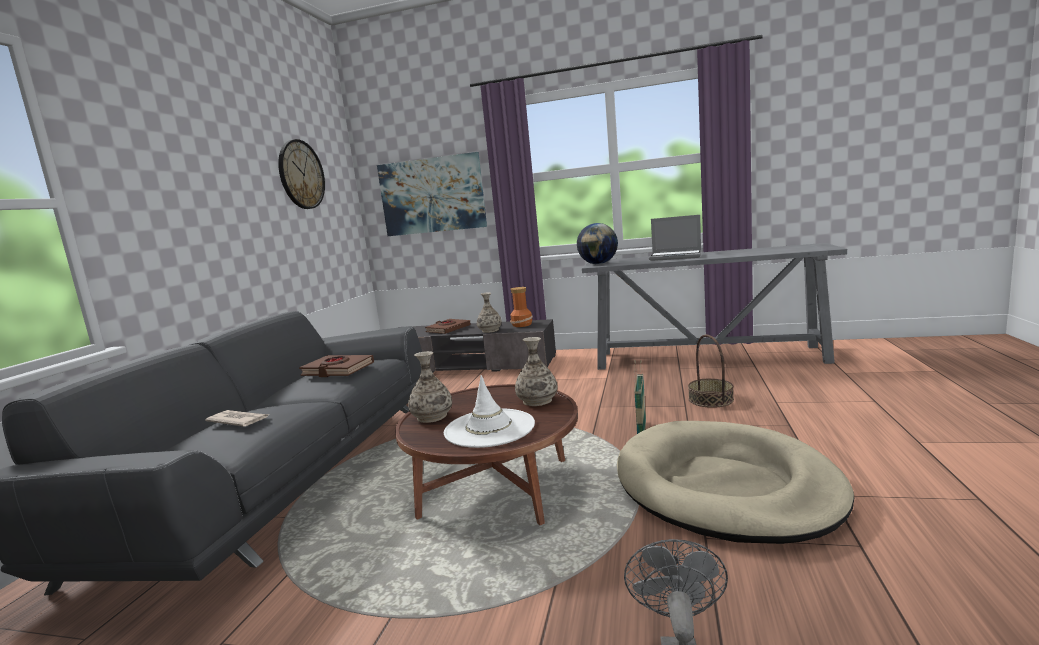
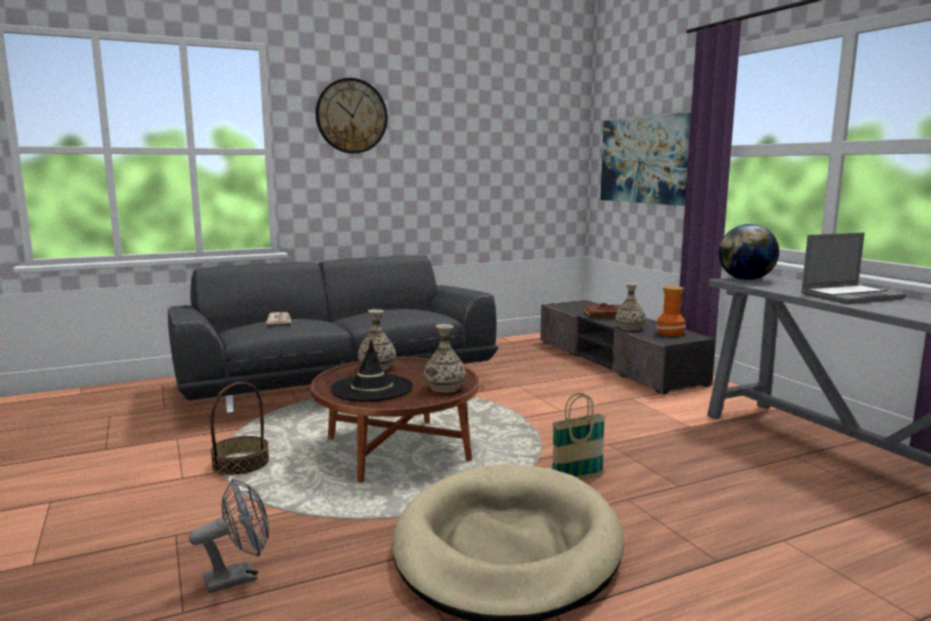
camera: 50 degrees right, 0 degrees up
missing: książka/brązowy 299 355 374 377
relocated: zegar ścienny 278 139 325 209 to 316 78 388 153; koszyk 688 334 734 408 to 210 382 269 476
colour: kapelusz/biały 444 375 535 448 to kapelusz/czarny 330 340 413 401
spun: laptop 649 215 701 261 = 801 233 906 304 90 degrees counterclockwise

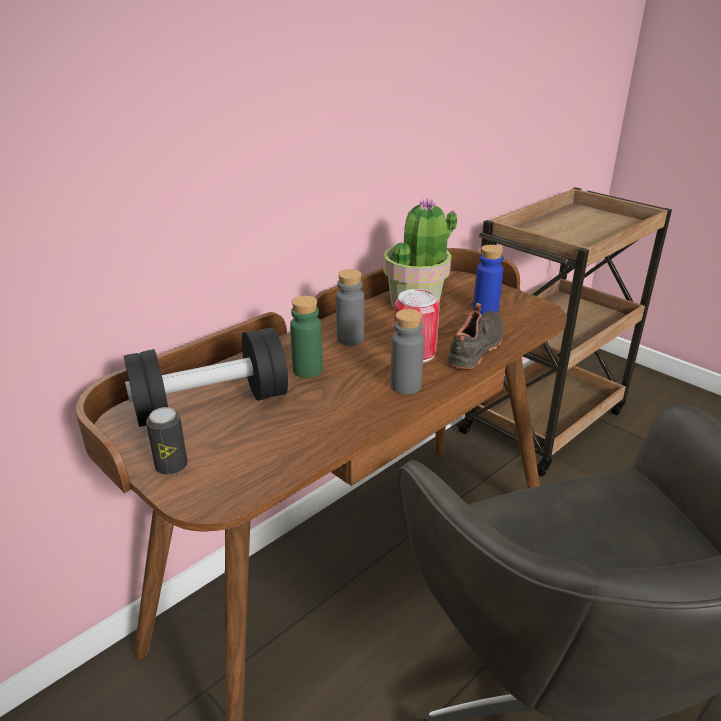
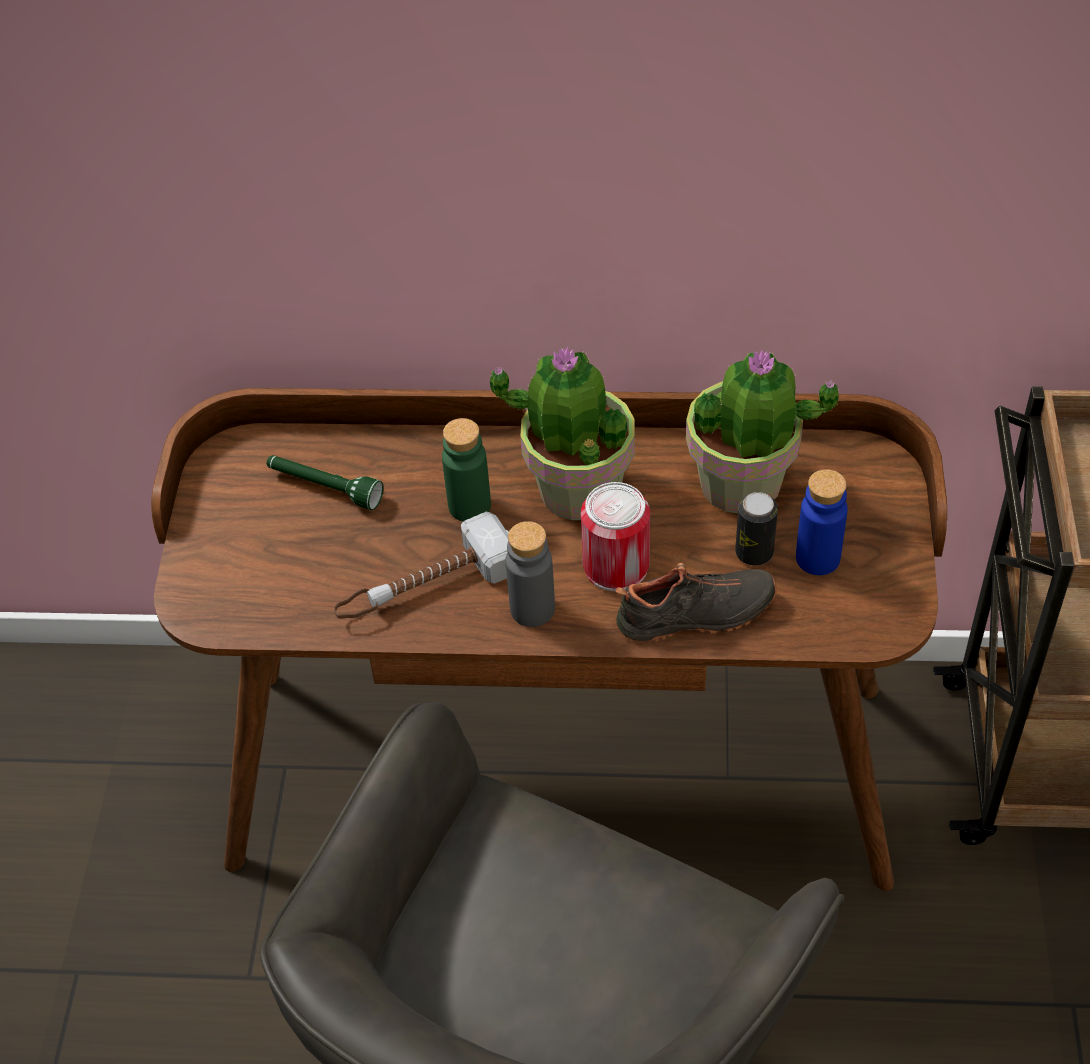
camera: 50 degrees right, 20 degrees up
appeared: młotek 334 511 509 619
relocated: puszka 146 407 188 475 to 735 492 778 566
exchanged: butelka/szary 336 269 364 346 to roślina doniczkowa 490 347 635 520; hantel/czarny 124 327 288 427 to latarka/zielony 267 455 384 510

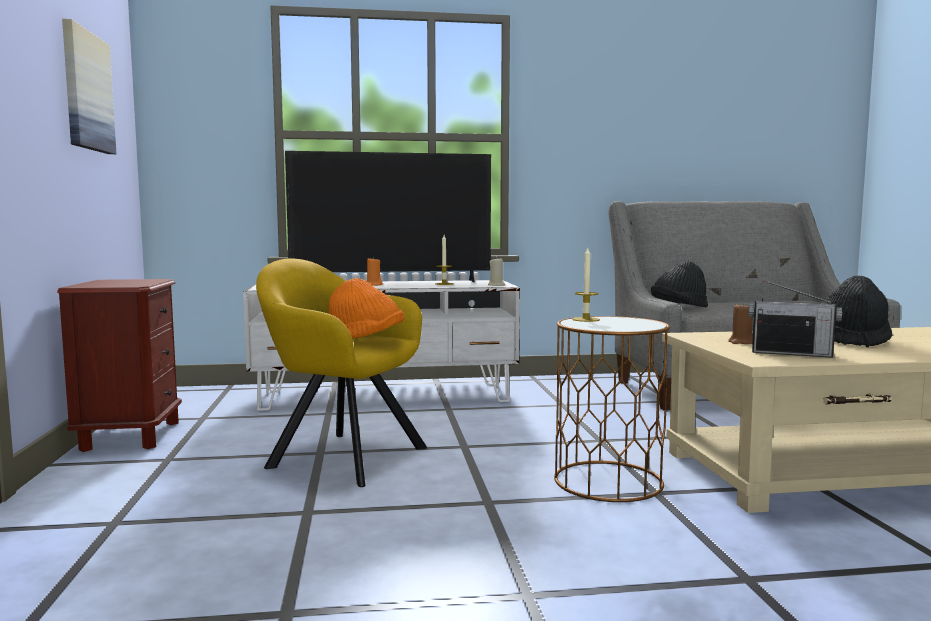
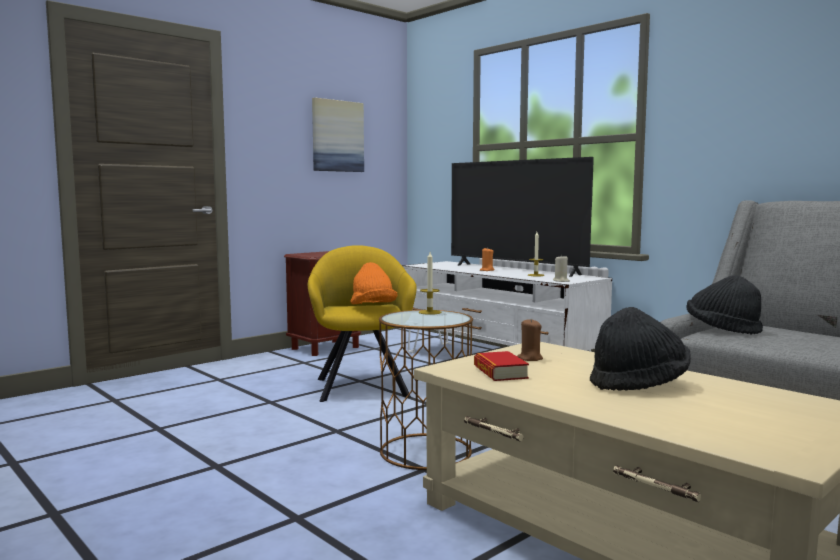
camera: 55 degrees right, 0 degrees up
exchanged: radio 748 280 842 358 to książka 474 351 529 381

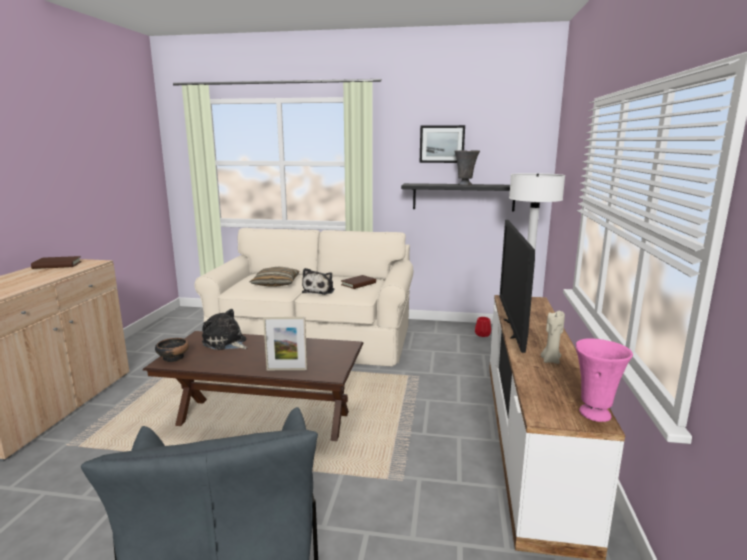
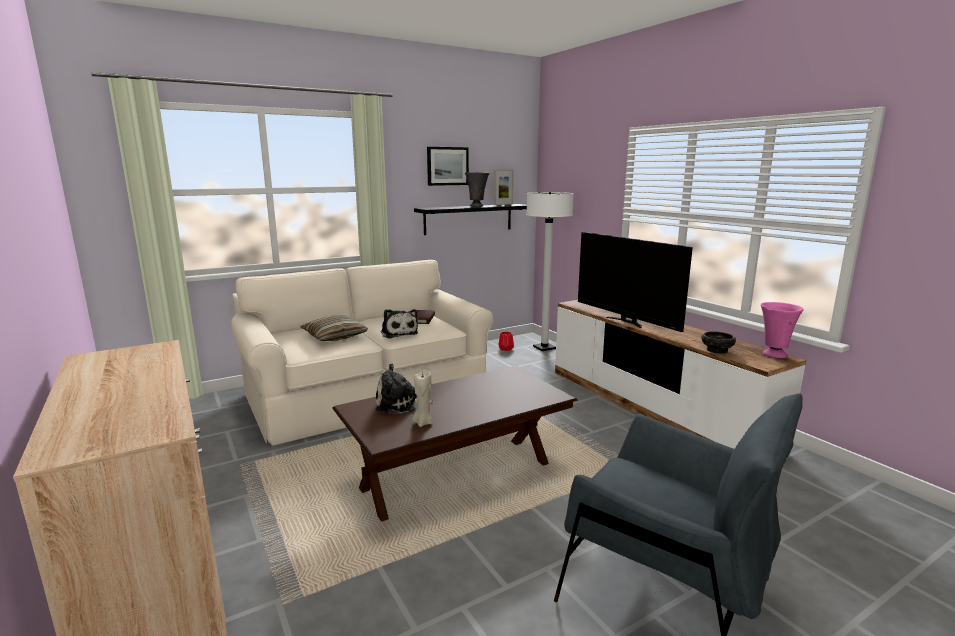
camera: 40 degrees left, 0 degrees up
missing: książka/brązowy 31 256 82 269
relocated: świeca/beżowy 541 311 565 364 to 412 370 433 427; ramka na zdjęcie 263 317 307 370 to 494 170 513 205; miska 155 338 189 362 to 701 331 736 354

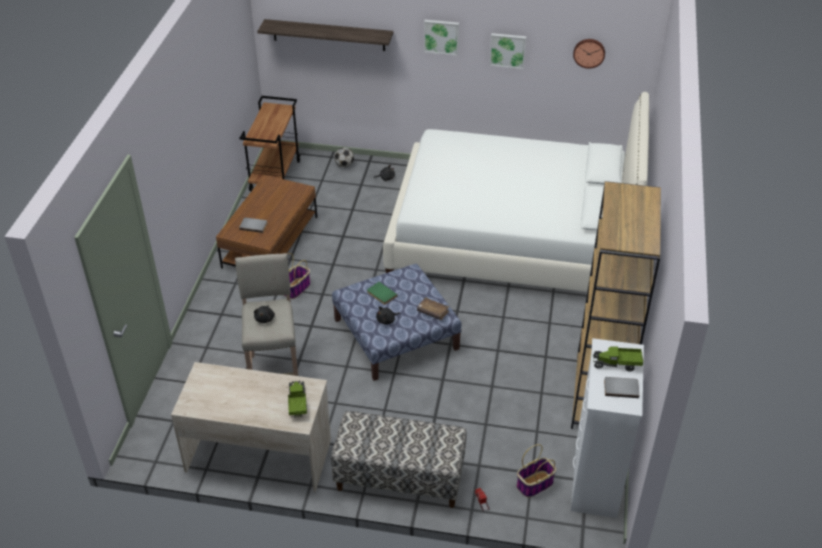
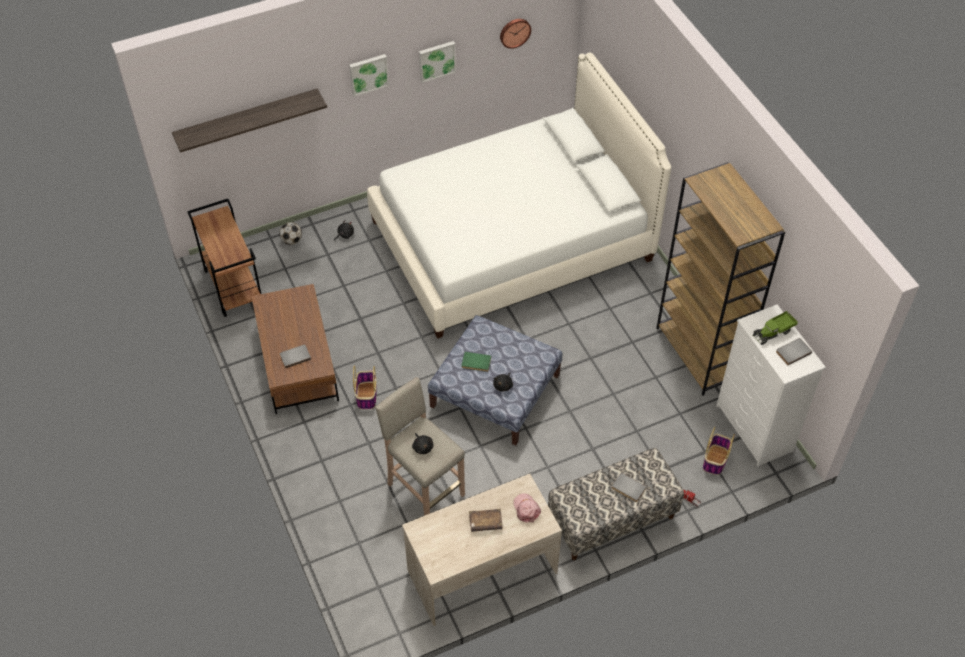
camera: 35 degrees left, 10 degrees up
appeared: książka/szary 612 472 647 502
relocated: książka/brązowy 417 297 449 320 to 469 509 503 532
exchanged: ciężarówka zabawkowa 288 381 307 418 to czapka z daszkiem/różowy 513 493 541 523

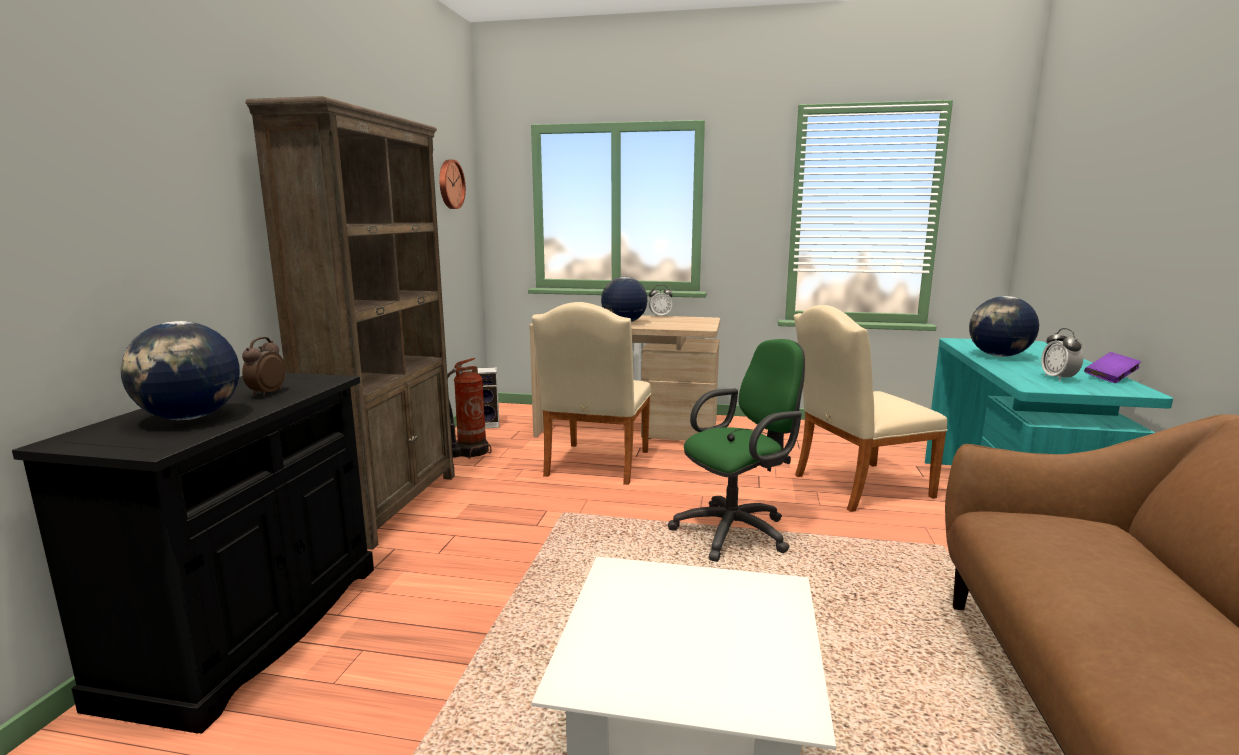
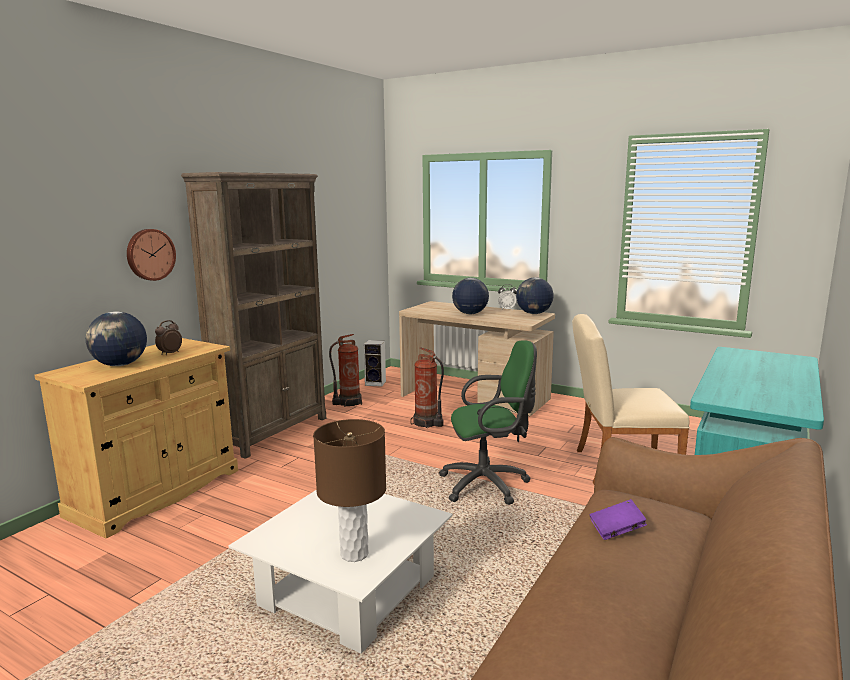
camera: 20 degrees right, 0 degrees up
missing: budzik 1041 328 1083 381
appeared: lampa stołowa/brązowy 313 419 386 562
relocated: zegar ścienny 439 160 466 209 to 127 229 176 281; globus 969 296 1039 357 to 516 277 554 314; książka/fioletowy 1084 352 1142 383 to 589 499 647 540
exchanged: krzesło/beżowy 532 302 651 485 to gaśnica 410 348 444 428
colour: szafka/czarny 12 373 374 734 to szafka/beżowy 34 338 238 539

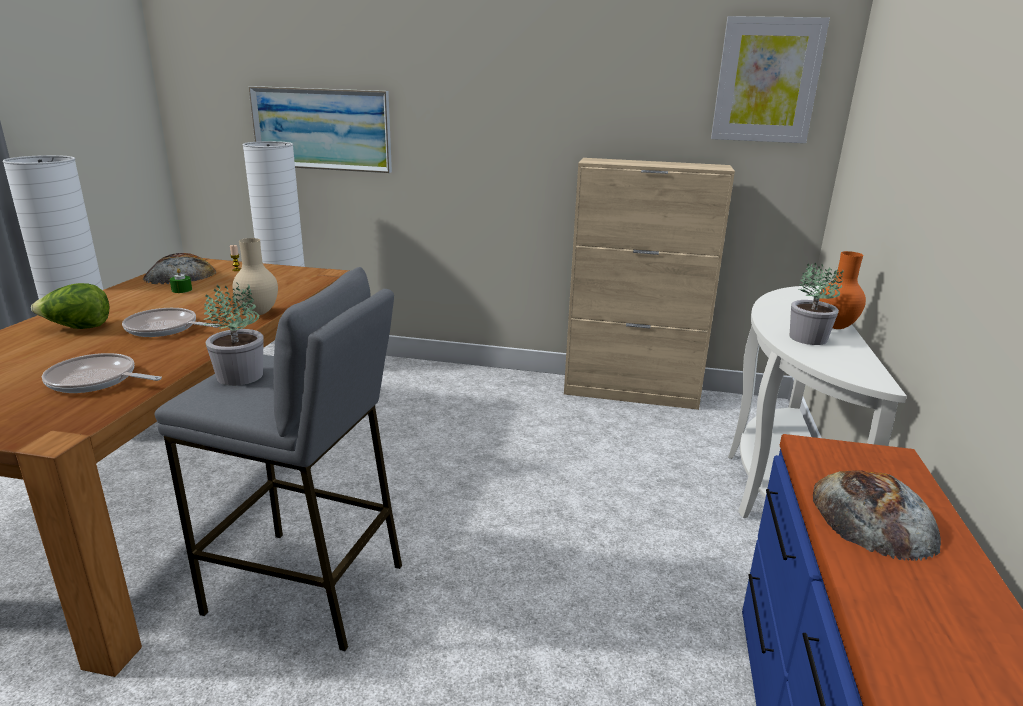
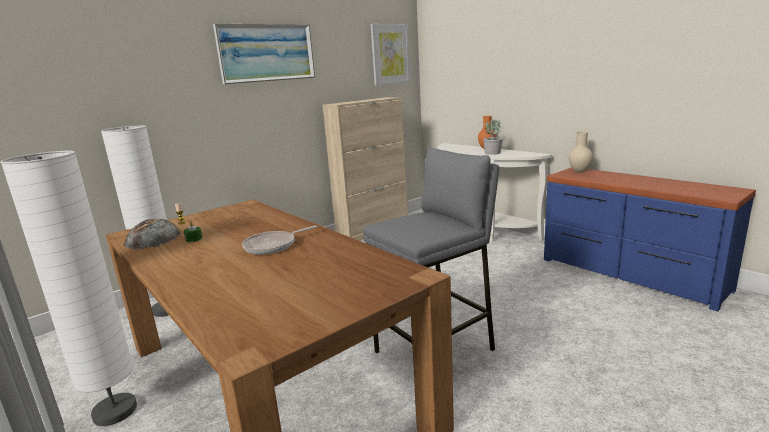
camera: 50 degrees left, 5 degrees down
missing: roślina doniczkowa 203 282 264 386; sałata 31 283 109 329; patelnia 42 353 162 393; chleb 813 470 941 561
relocated: obraz 248 86 392 173 to 213 24 315 84; wazon/beżowy 232 238 278 315 to 569 132 593 172

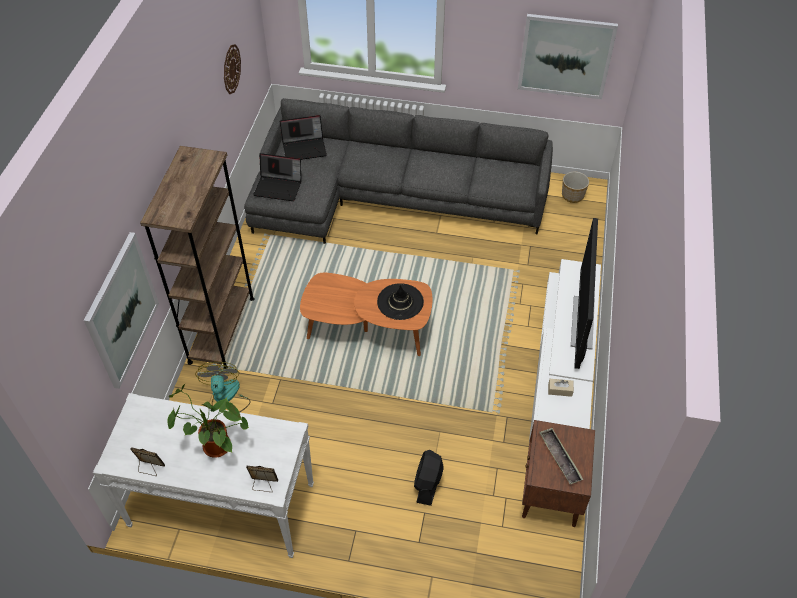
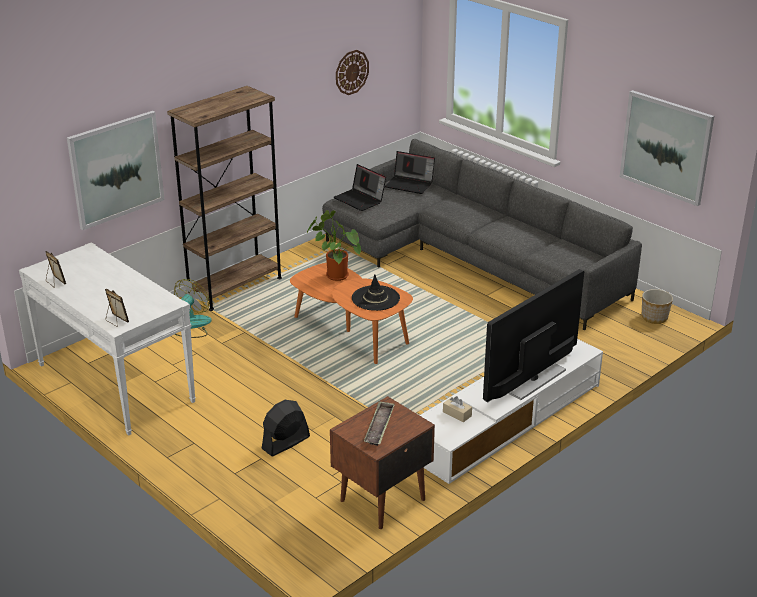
camera: 35 degrees right, 20 degrees down
relocated: roślina doniczkowa 167 383 249 458 to 307 210 361 281

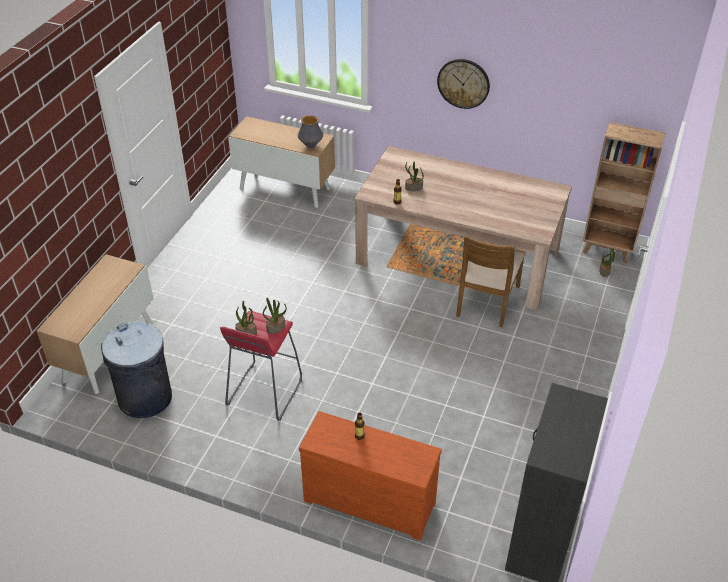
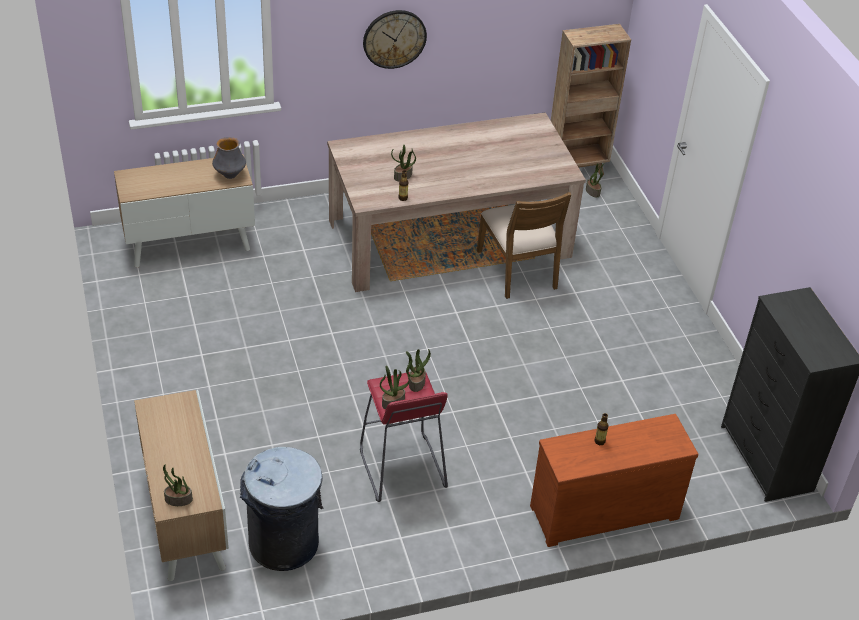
camera: 40 degrees left, 0 degrees up
appeared: roślina doniczkowa 163 465 193 506

